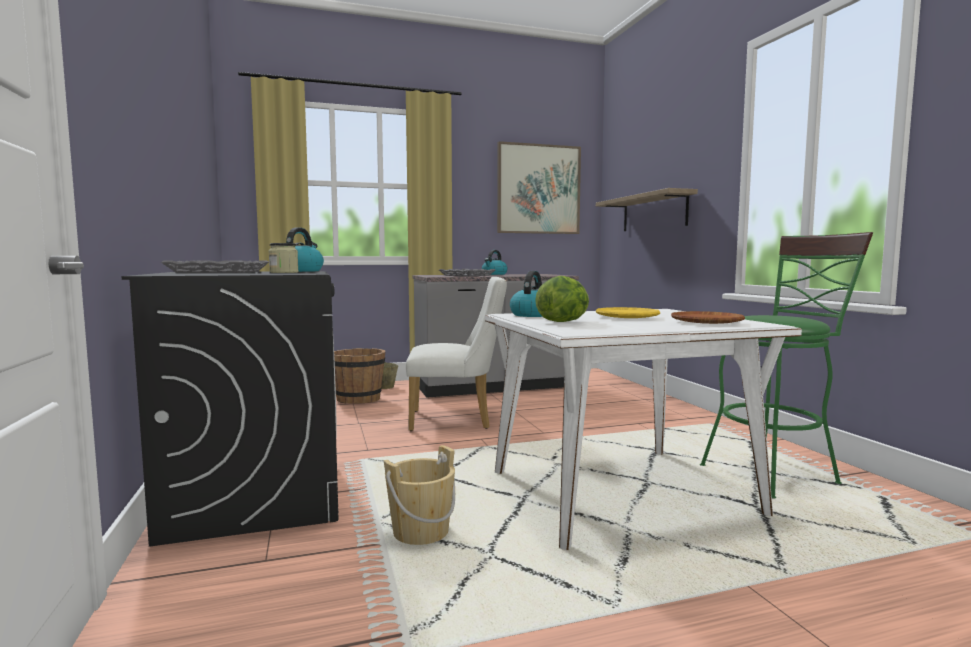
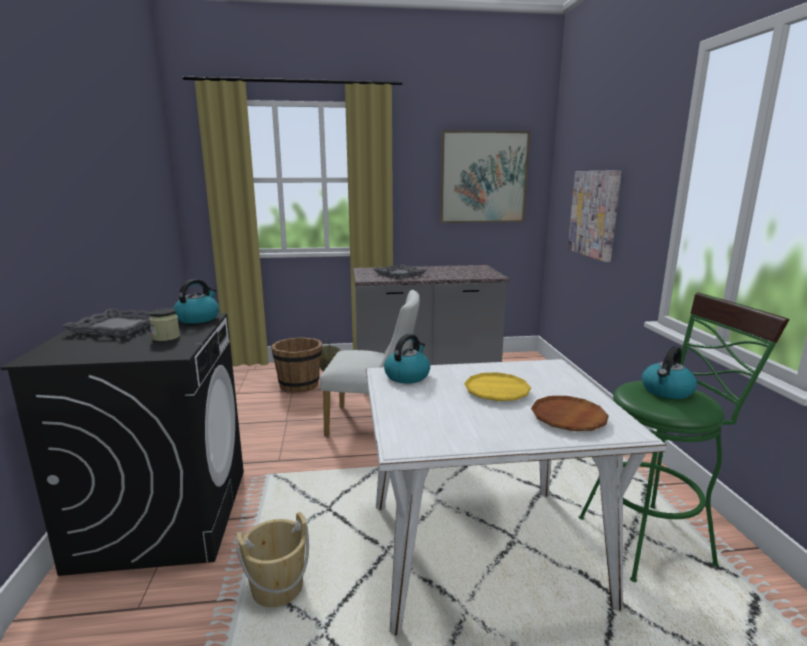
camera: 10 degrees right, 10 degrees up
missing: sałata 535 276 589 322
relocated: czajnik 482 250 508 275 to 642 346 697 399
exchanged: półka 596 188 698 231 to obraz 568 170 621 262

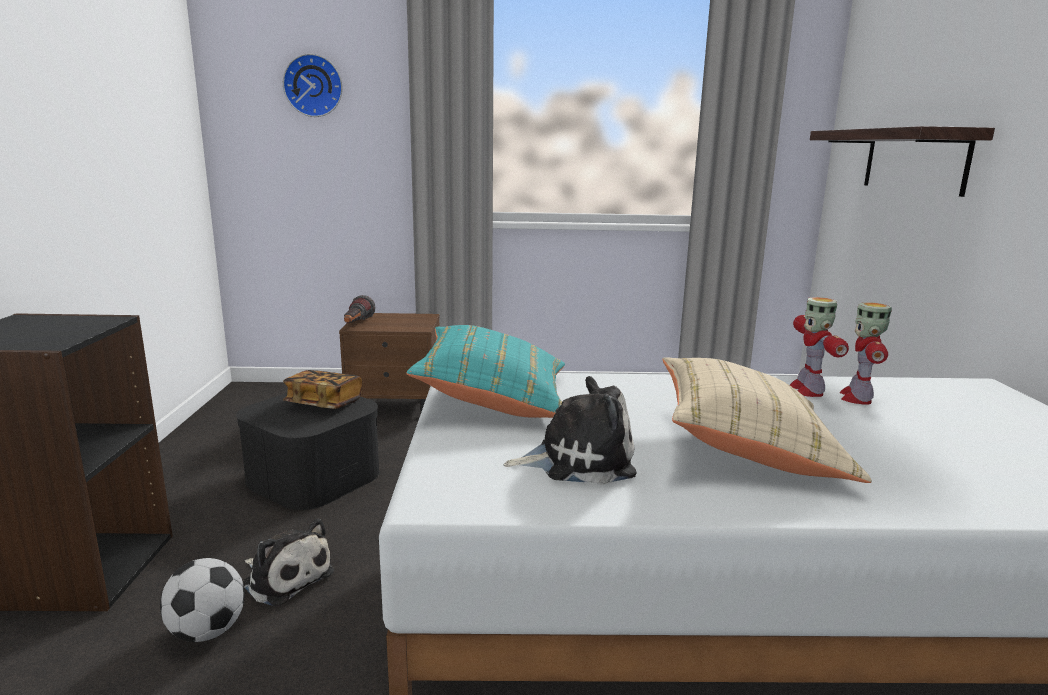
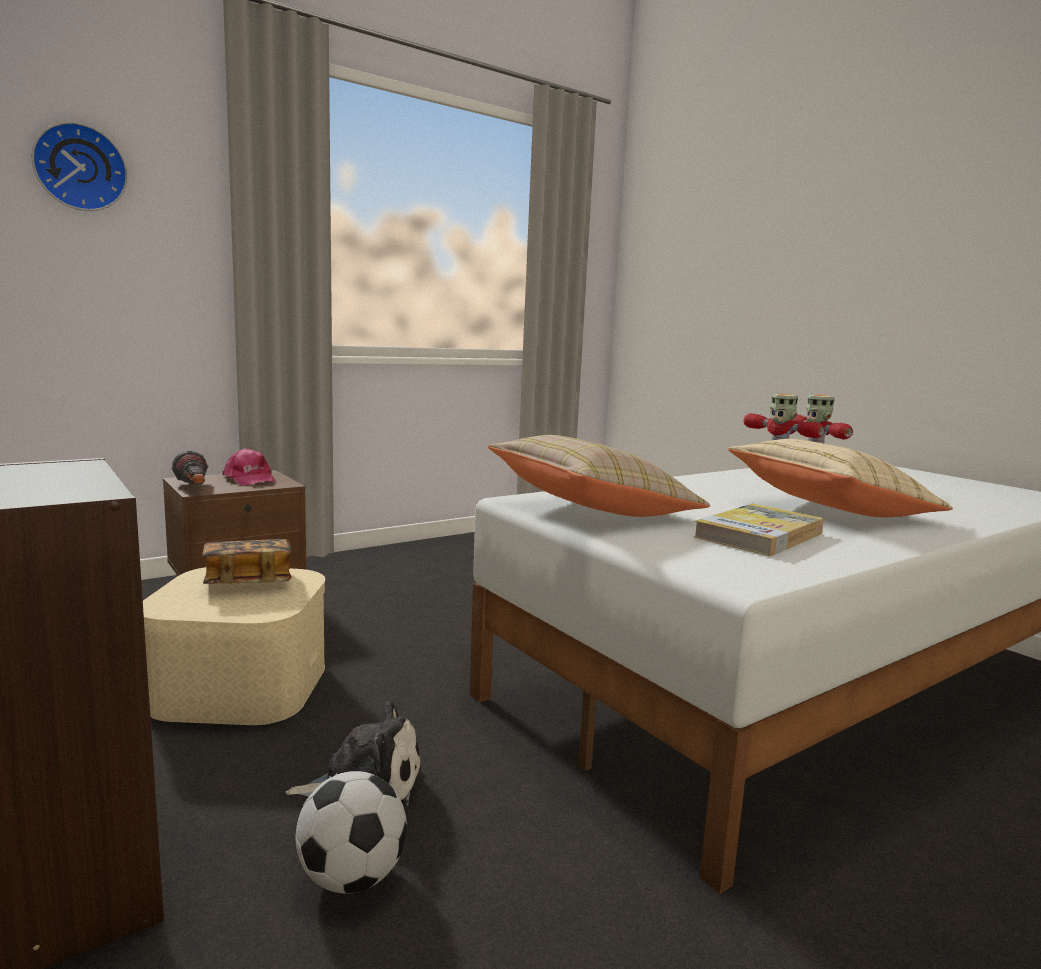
camera: 35 degrees left, 5 degrees down
missing: półka 810 126 995 197
appeared: czapka z daszkiem/różowy 222 448 277 486
exchanged: pluszak 503 376 637 485 to książka 694 504 824 556
colour: poduszka/turkusowy 406 325 565 418 to poduszka/beżowy 488 435 710 517; pojemnik do przechowywania/czarny 236 393 380 510 to pojemnik do przechowywania/beżowy 143 567 325 725

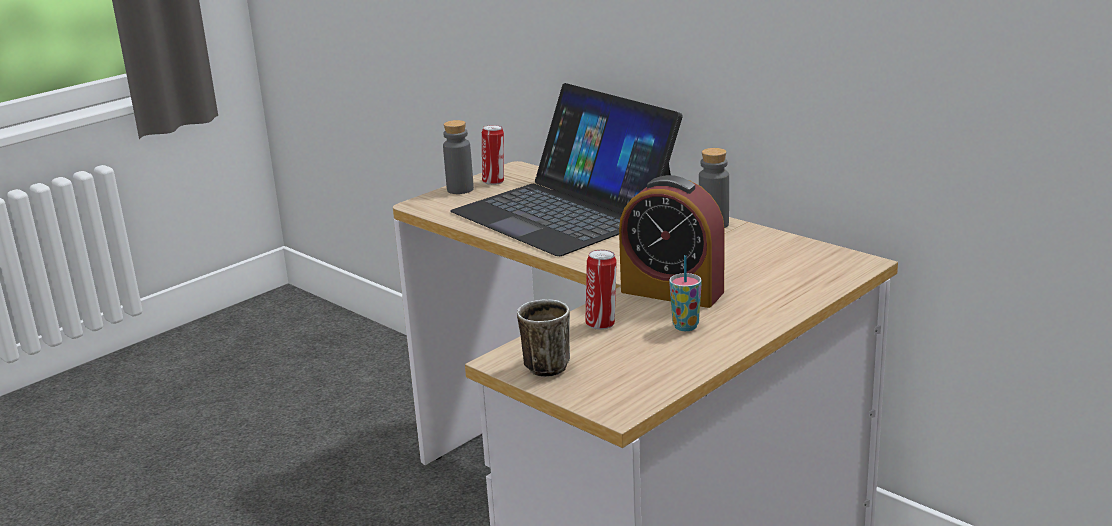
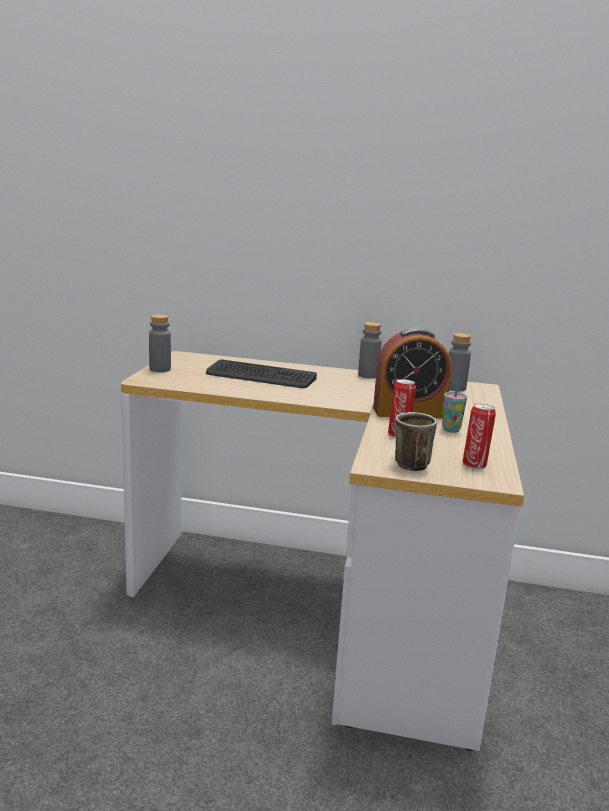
camera: 35 degrees left, 5 degrees down
appeared: butelka/szary 449 333 471 392
relocated: puszka 482 125 504 185 to 463 404 496 469
exchanged: laptop 450 83 683 256 to klawiatura 206 359 317 388

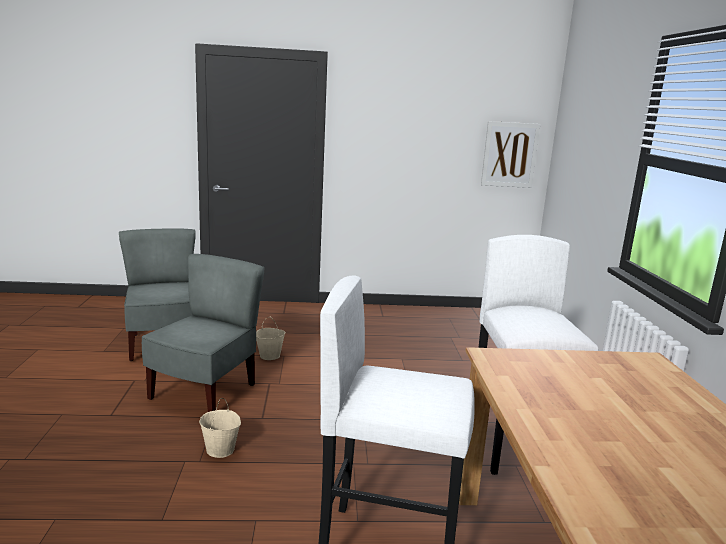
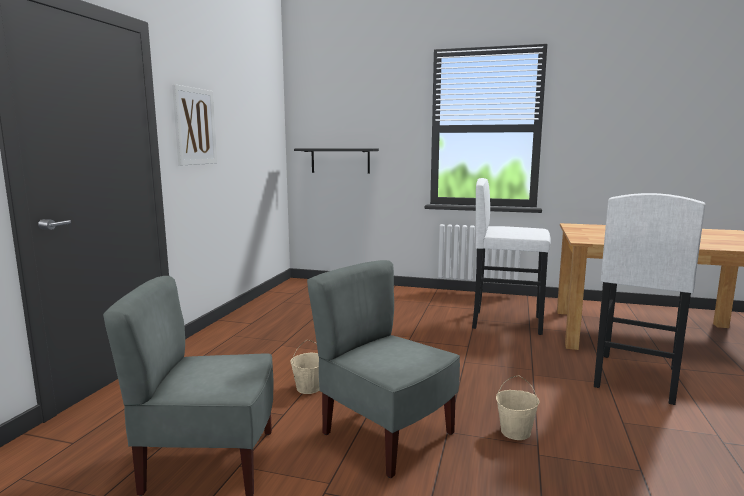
camera: 70 degrees left, 5 degrees down
appeared: półka/czarny 294 148 379 174
relocated: obraz 481 121 540 188 to 172 84 217 166

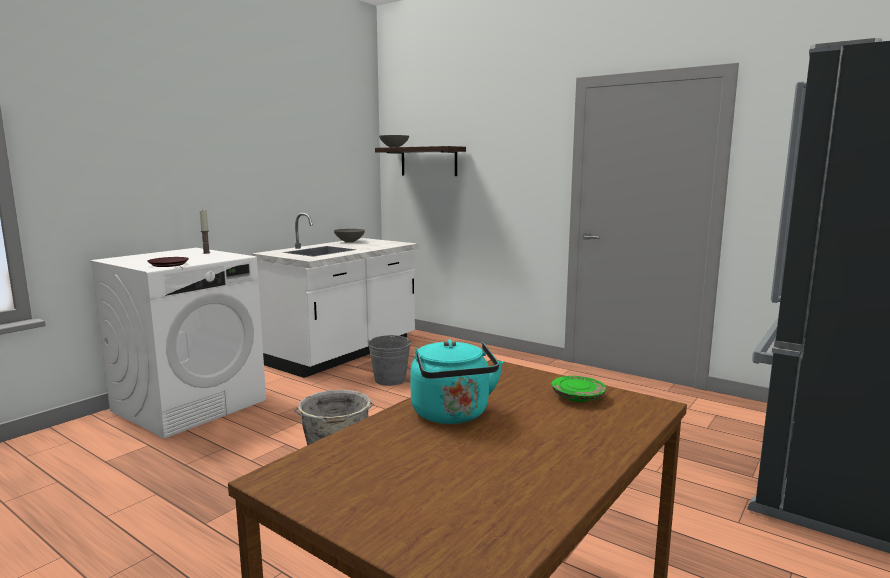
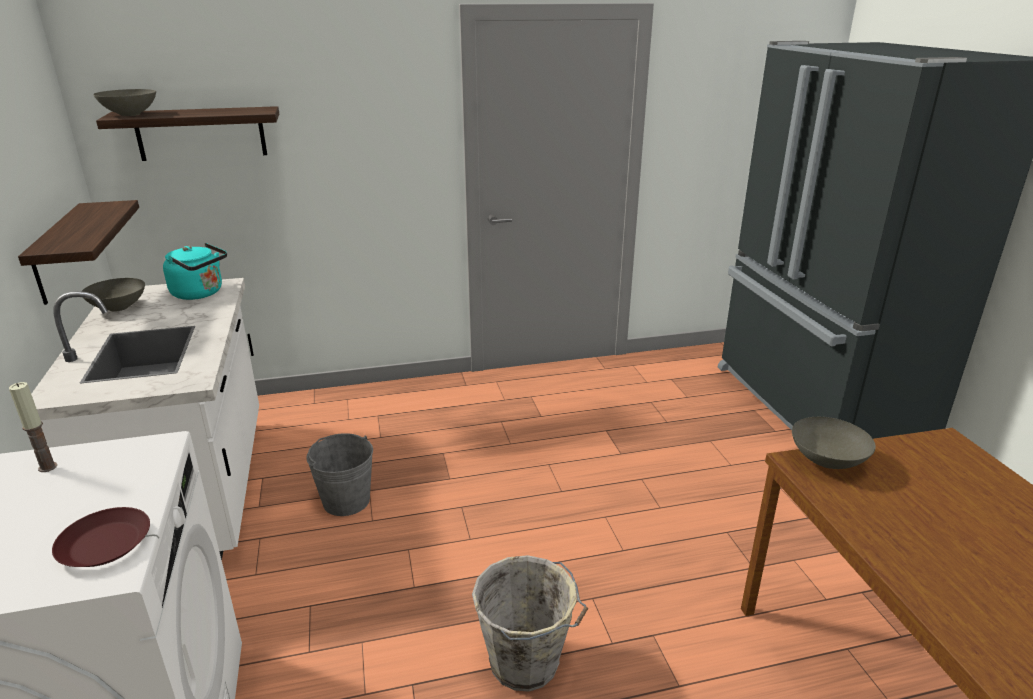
camera: 50 degrees left, 15 degrees up
missing: talerz/zielony 551 376 606 402
appeared: półka 18 200 139 305; miska/szary 792 417 876 469
relocated: czajnik/turkusowy 410 339 503 424 to 163 243 227 300

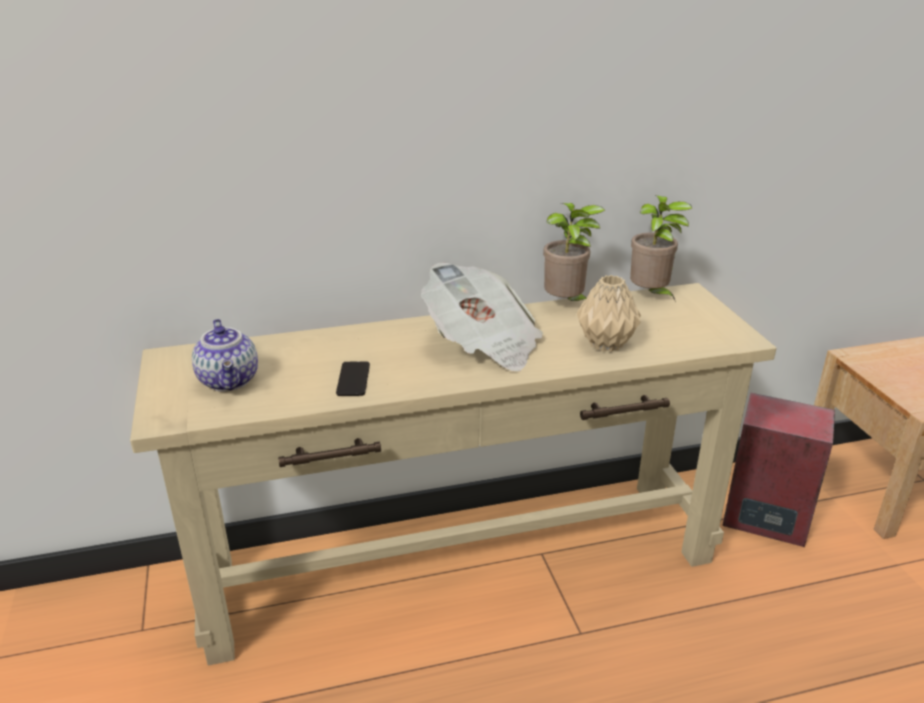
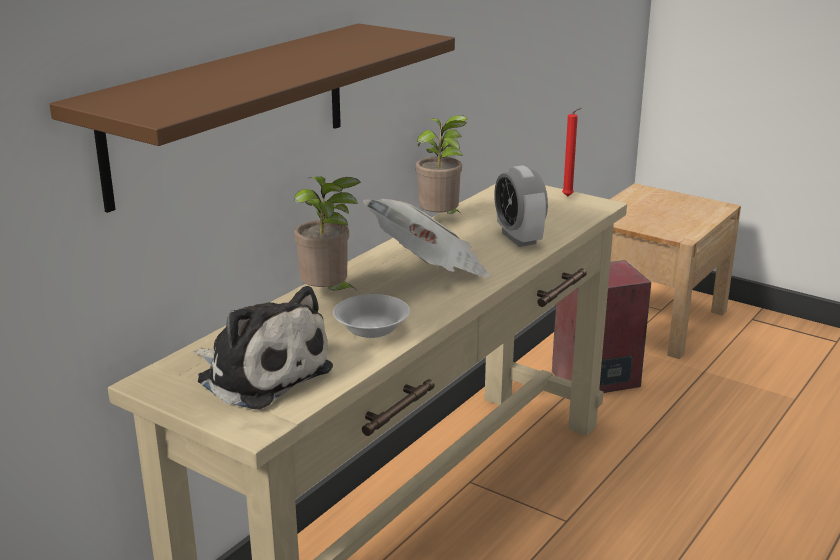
camera: 40 degrees left, 5 degrees down
appeared: półka/brązowy 49 23 455 213; świeca/czerwony 562 107 582 197
relocated: roślina doniczkowa 630 195 692 302 to 294 176 361 293
exchanged: wazon/beżowy 577 275 641 352 to budzik 494 165 548 247; imbryk 192 319 258 392 to pluszak 194 286 333 410; telefon 336 361 370 396 to miska/biały 333 294 410 338

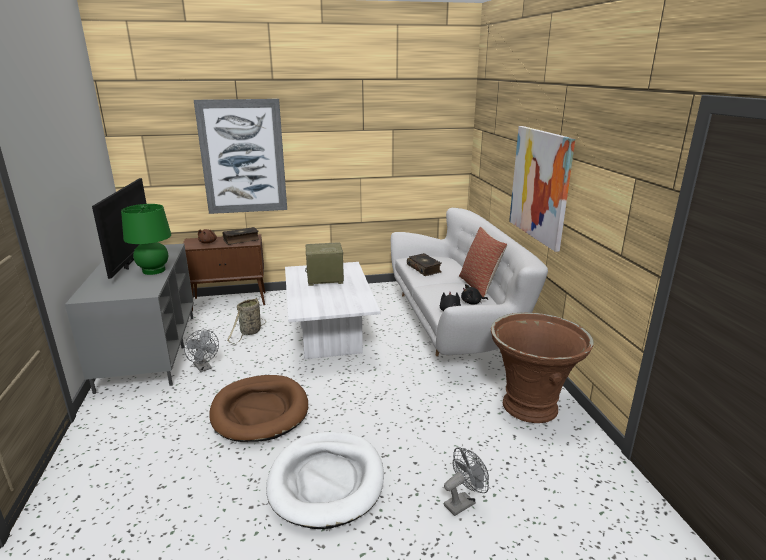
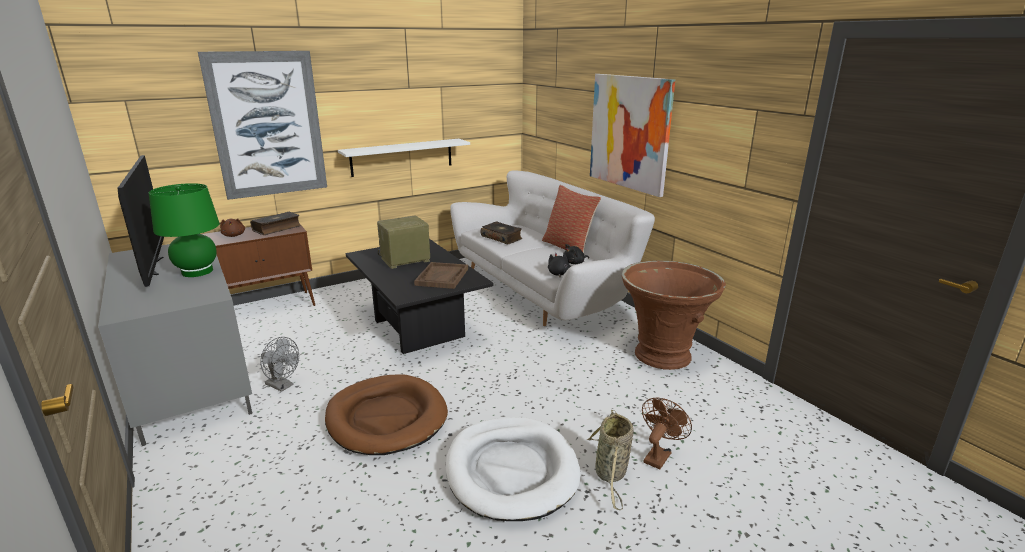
camera: 20 degrees left, 0 degrees up
appeared: półka/biały 338 139 470 177; taca/brązowy 414 262 468 289
relocated: koszyk 227 298 266 343 to 587 410 633 510
colour: ława/biały 285 262 380 359 to ława/czarny 346 239 493 354; wentylator/szary 444 447 489 516 to wentylator/brązowy 642 398 692 469

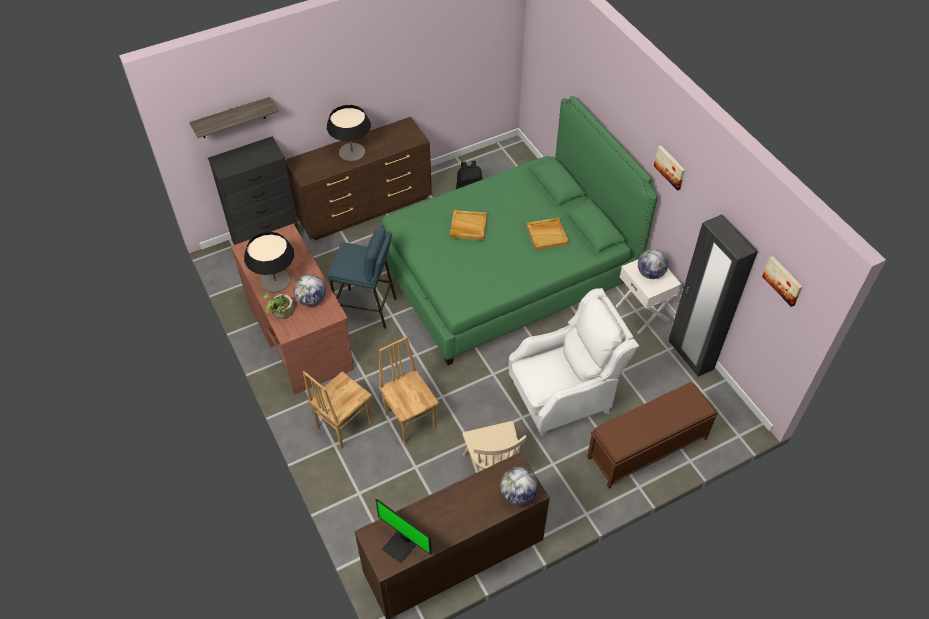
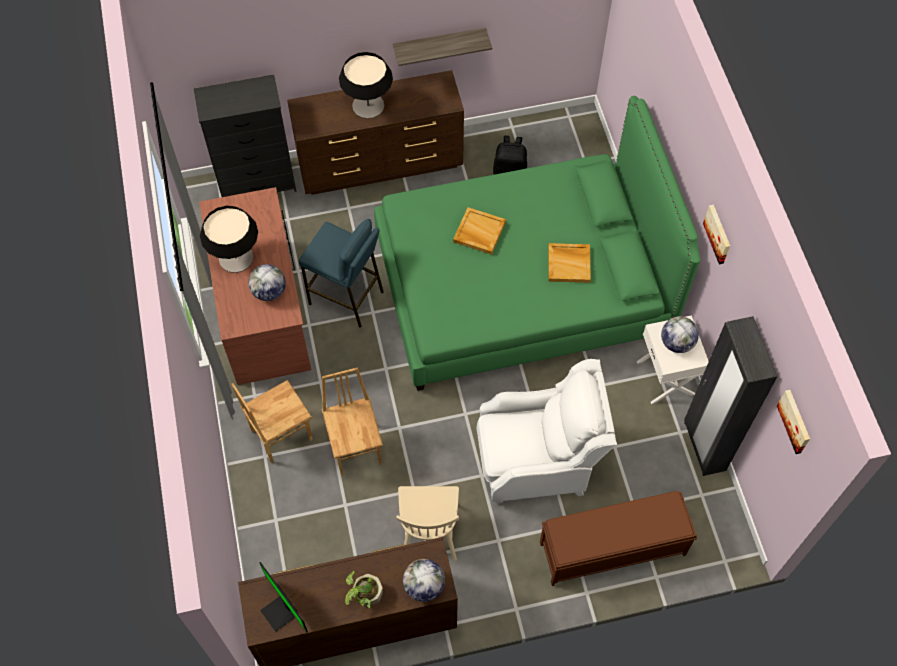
camera: 15 degrees right, 10 degrees up
relocated: półka 190 97 279 138 to 393 27 492 66; roślina doniczkowa 263 290 294 319 to 345 571 383 608

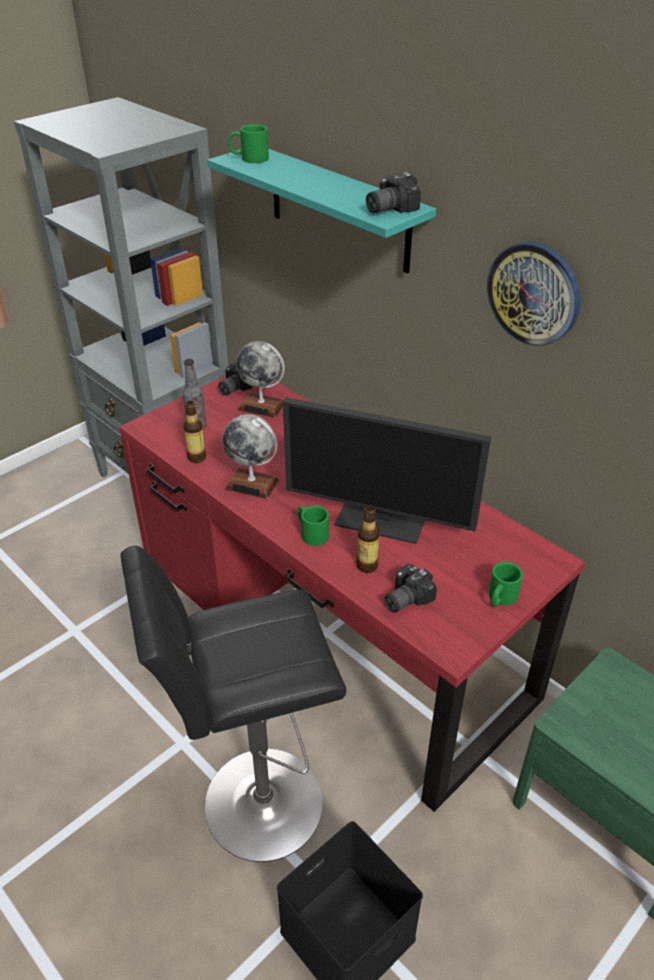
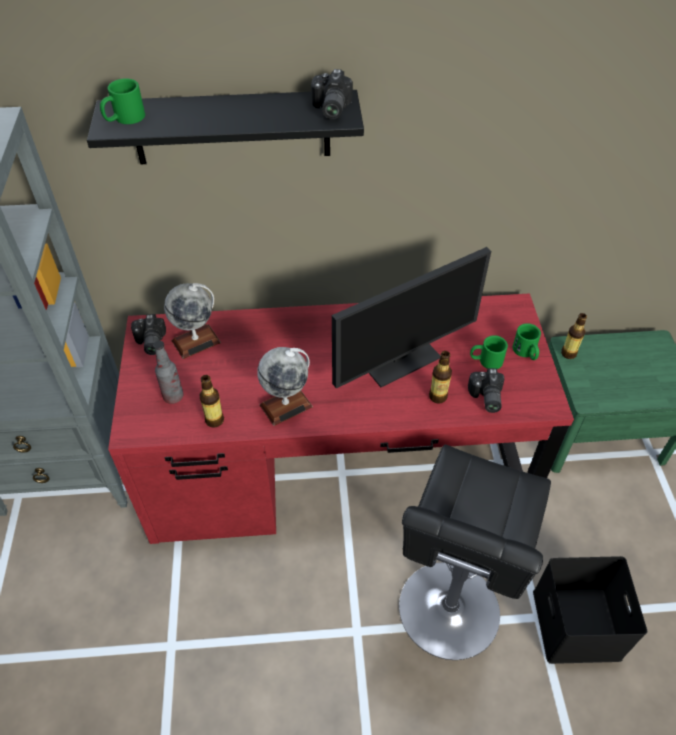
camera: 50 degrees left, 10 degrees up
missing: zegar ścienny 487 241 580 346
appeared: butelka 561 313 587 359
relocated: kubek/zielony 298 506 329 546 to 470 335 508 369
colour: półka/turkusowy 207 149 436 273 to półka/czarny 87 90 364 164

